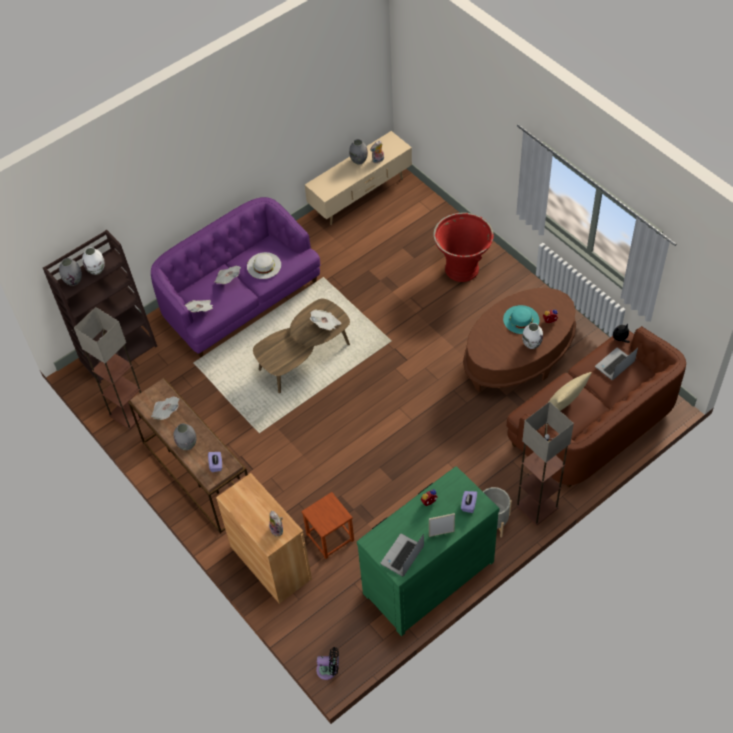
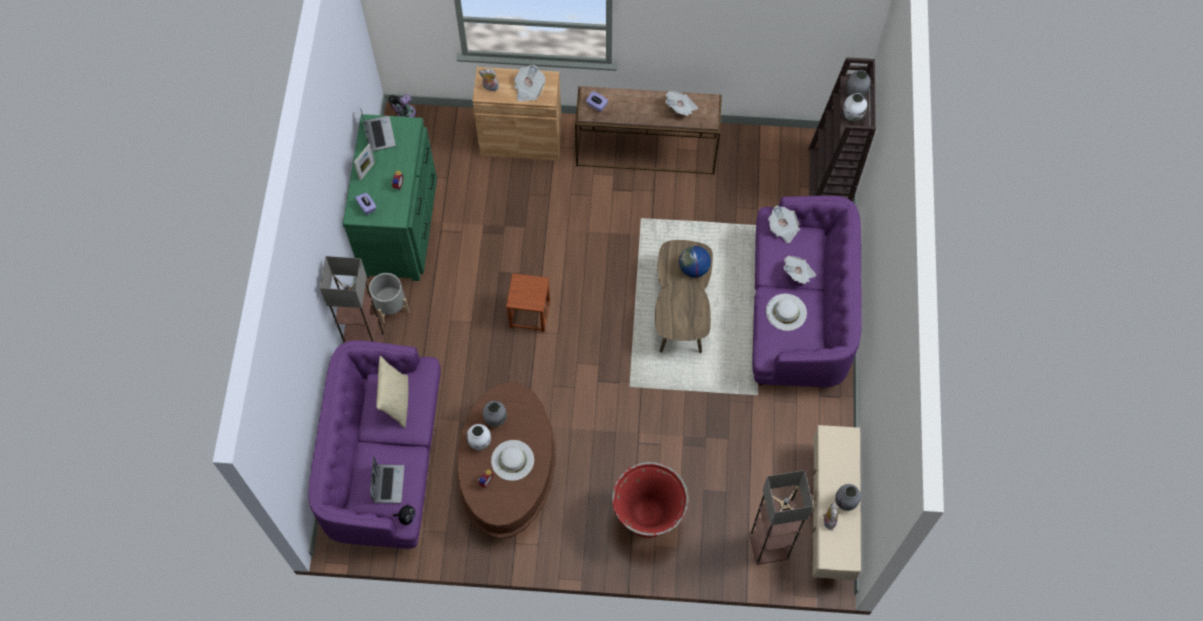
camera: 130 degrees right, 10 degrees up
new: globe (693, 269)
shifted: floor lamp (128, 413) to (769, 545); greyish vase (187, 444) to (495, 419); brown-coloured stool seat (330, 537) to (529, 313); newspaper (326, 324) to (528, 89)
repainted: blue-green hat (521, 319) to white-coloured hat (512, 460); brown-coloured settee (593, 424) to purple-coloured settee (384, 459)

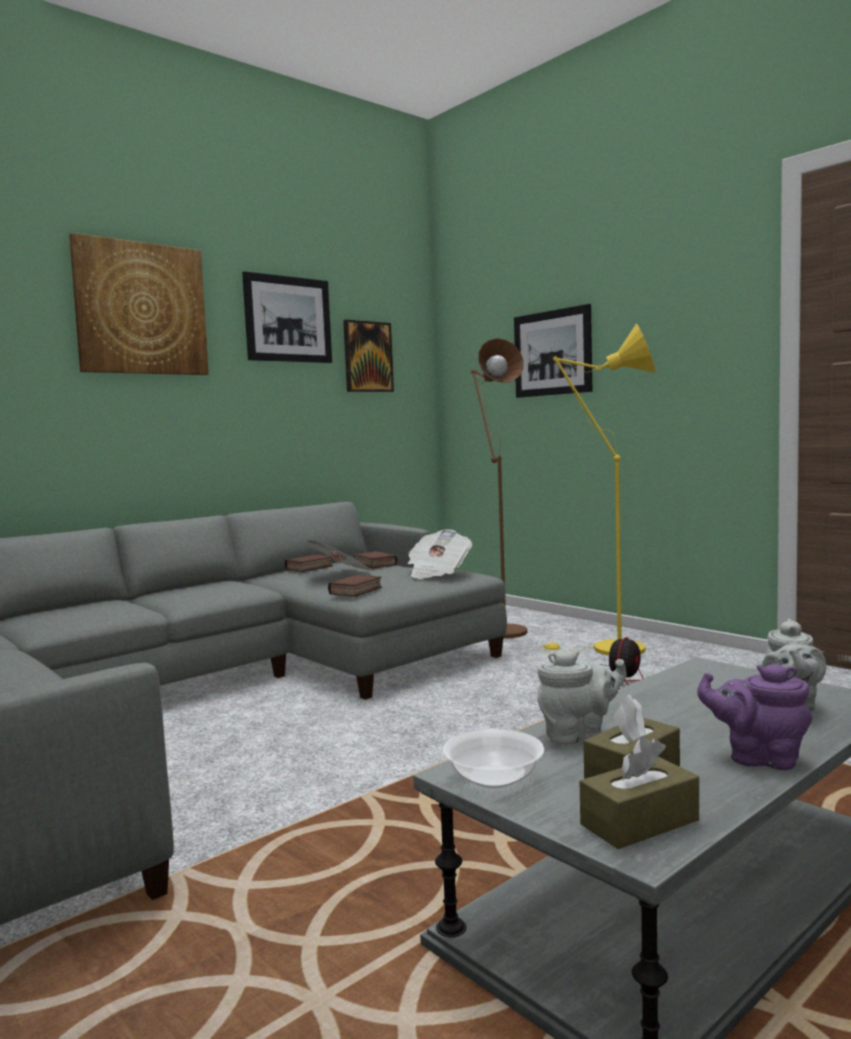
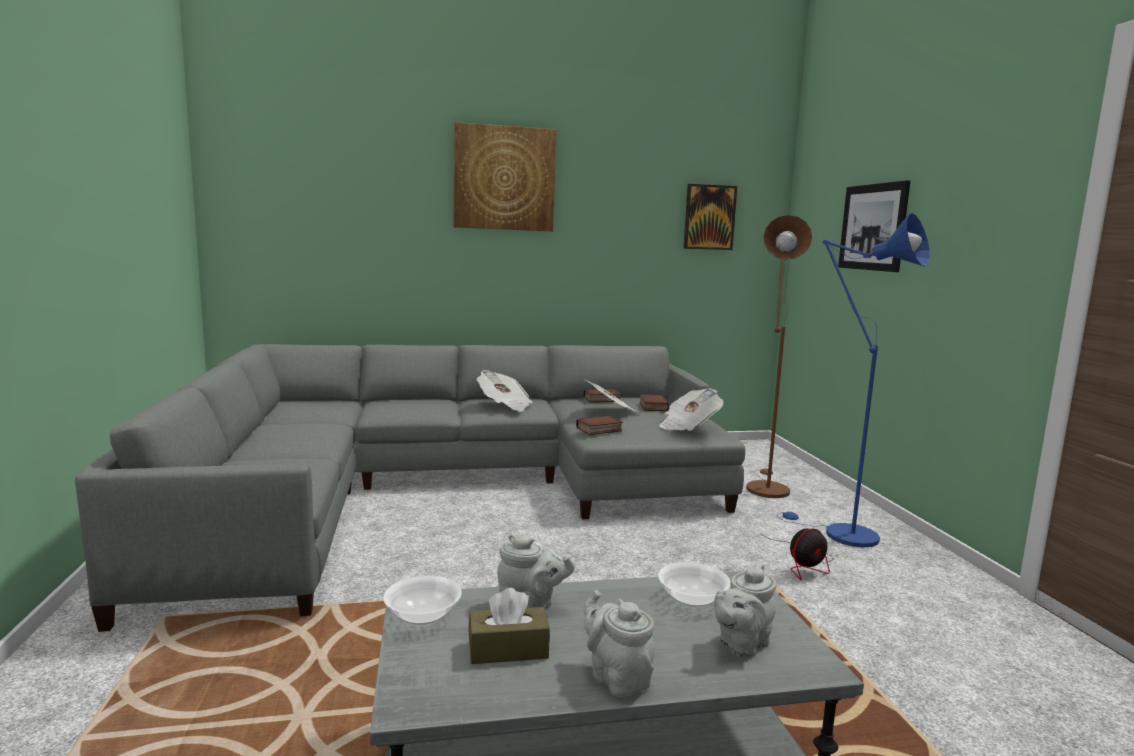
camera: 30 degrees right, 5 degrees up
gone: picture (288, 319); brown-coloured tissue holder (639, 822)
new: newspaper (504, 405); bowl (692, 598)
repainted: yellowish floor lamp (608, 649) to blue floor lamp (841, 534); purple-coloured tea pot (758, 758) to greyish tea pot (616, 677)

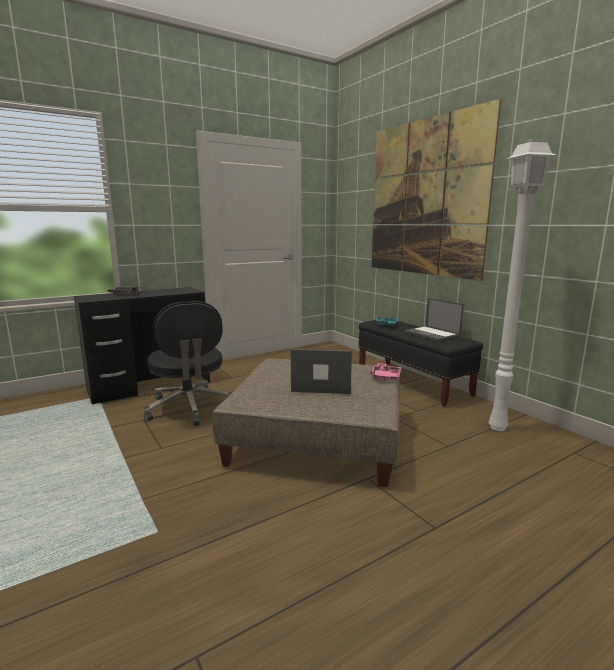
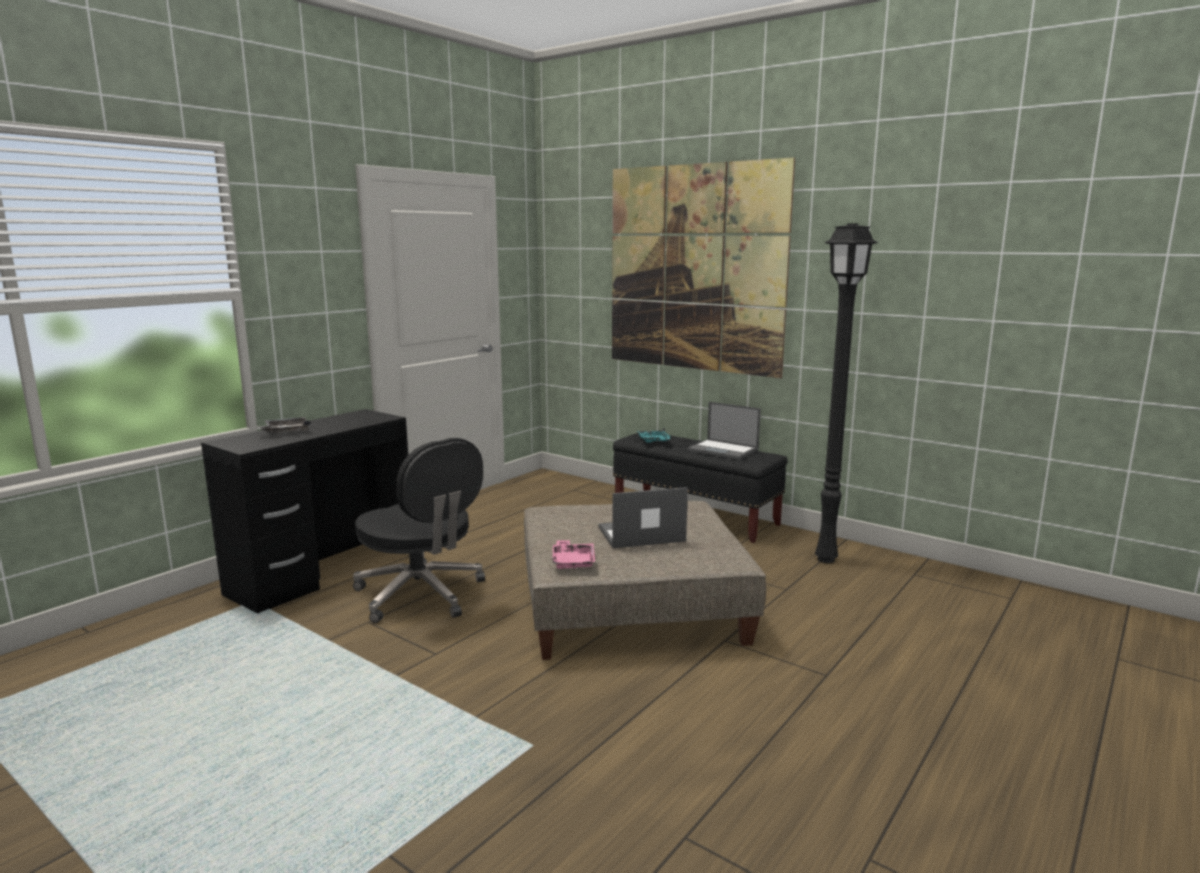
camera: 20 degrees left, 0 degrees up
shifted: pinkish carrying tray (385, 377) to (573, 562)
repainted: white-coloured floor lamp (499, 428) to blackish floor lamp (828, 559)

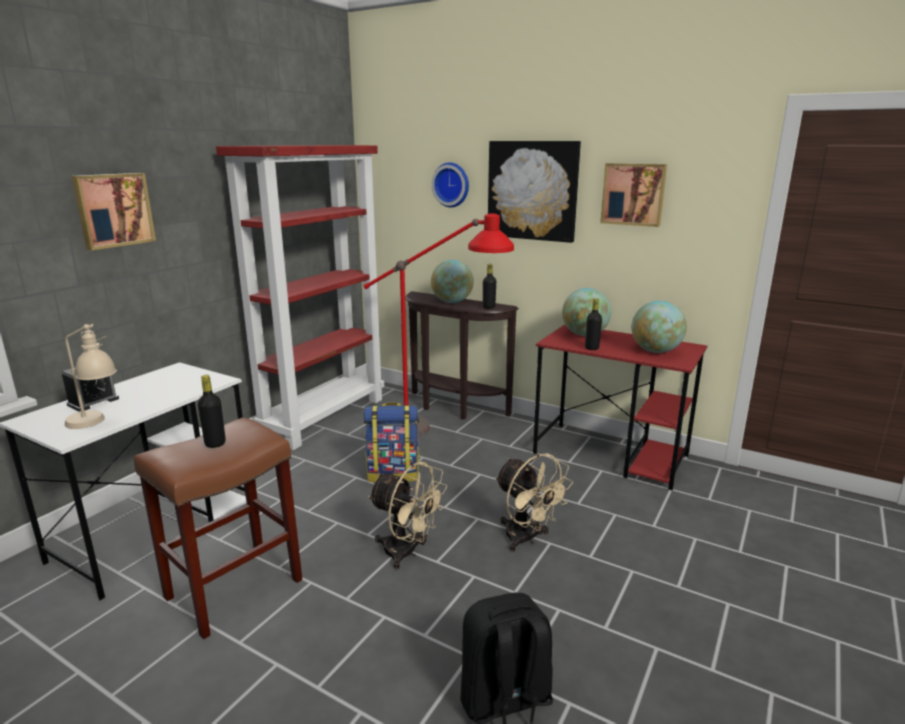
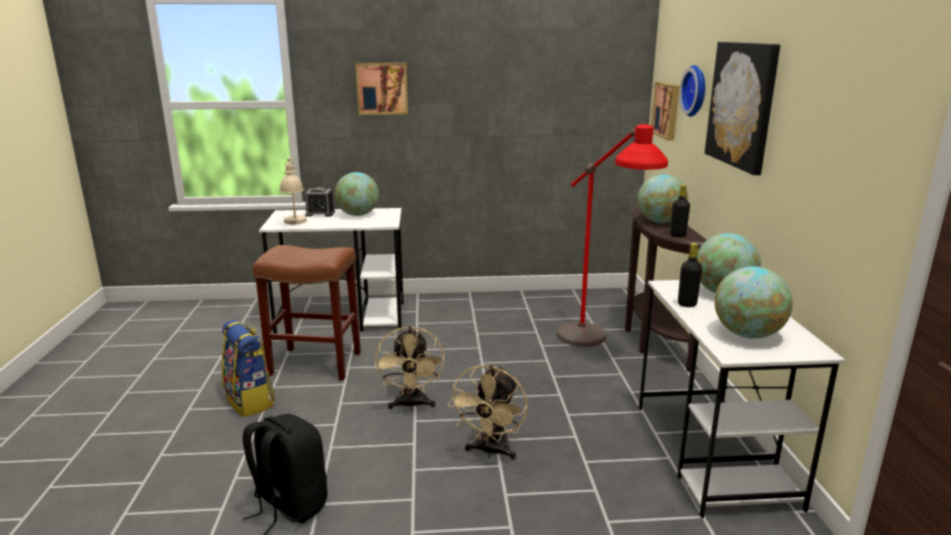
camera: 55 degrees right, 0 degrees up
gone: blackish drink bottle (215, 443); red bookcase (324, 417)
new: globe (358, 215)
shifted: rucksack (394, 474) to (251, 401); picture (633, 194) to (667, 110)
repainted: red desk (611, 455) to white-coloured desk (713, 454)

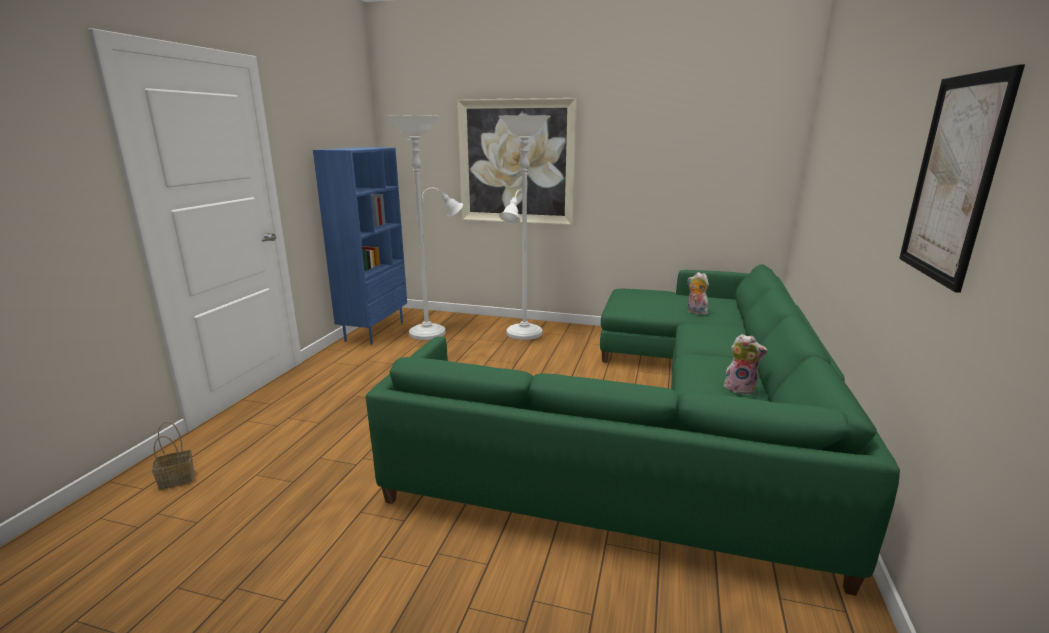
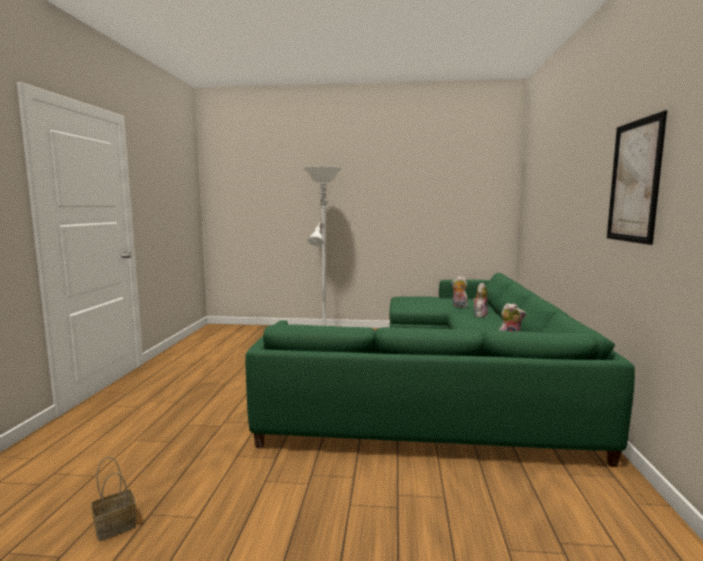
camera: 10 degrees left, 10 degrees down
gone: blue bookcase (374, 331); white-coloured floor lamp (432, 332); picture (516, 162)
new: cuddly toy (479, 315)
shifted: storage basket (175, 480) to (114, 527)

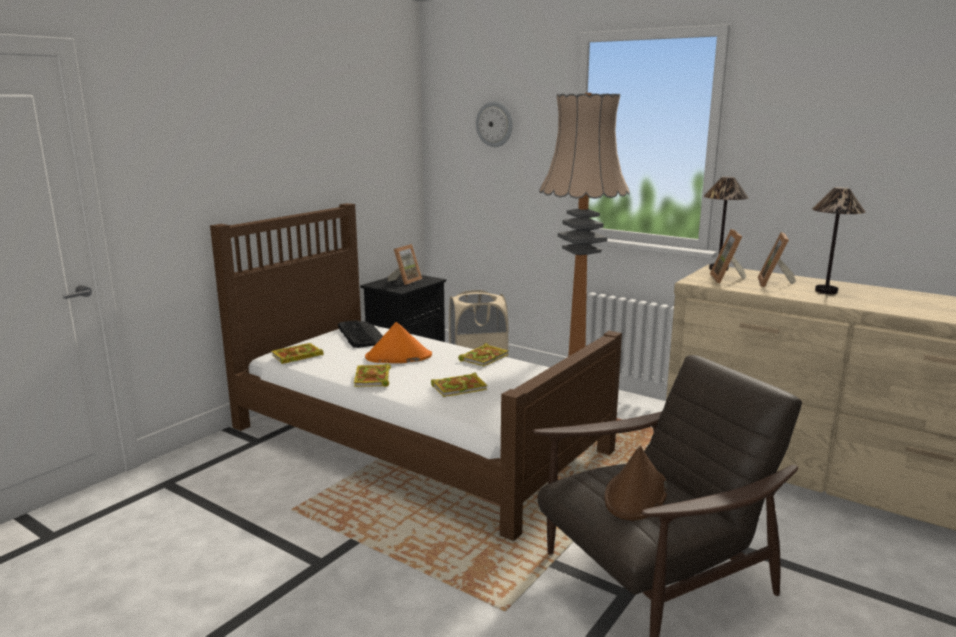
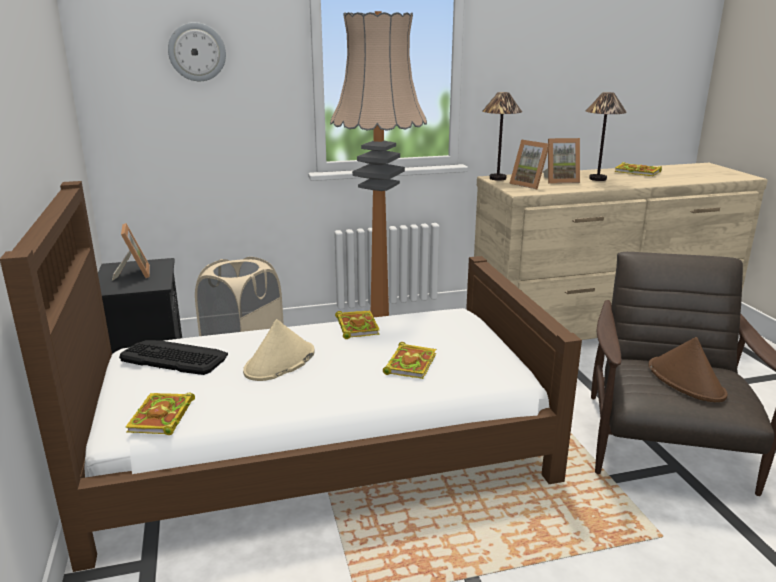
camera: 50 degrees left, 5 degrees up
shifted: book (373, 379) to (638, 172)
repainted: orange hat (398, 357) to sand-coloured hat (279, 362)
rotated: picture frame (775, 283) = (560, 181) 60 degrees counterclockwise

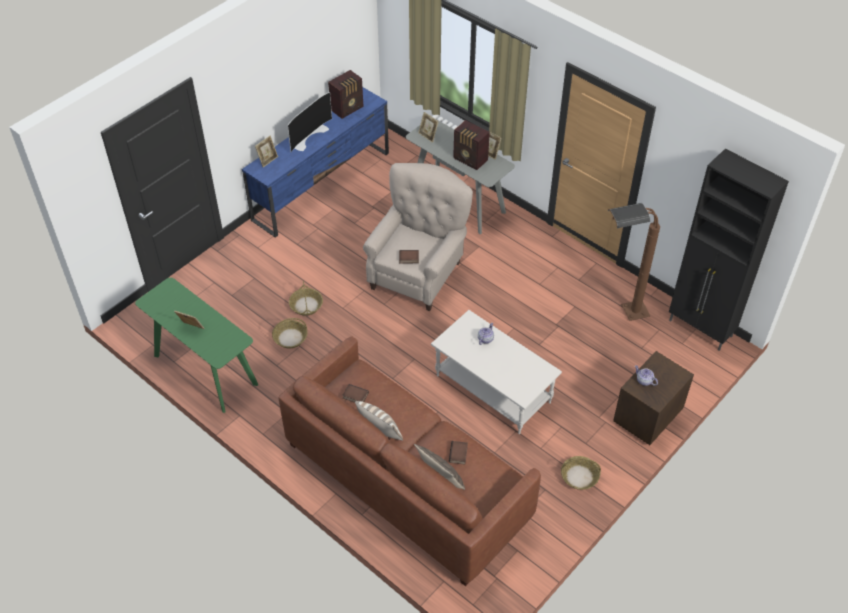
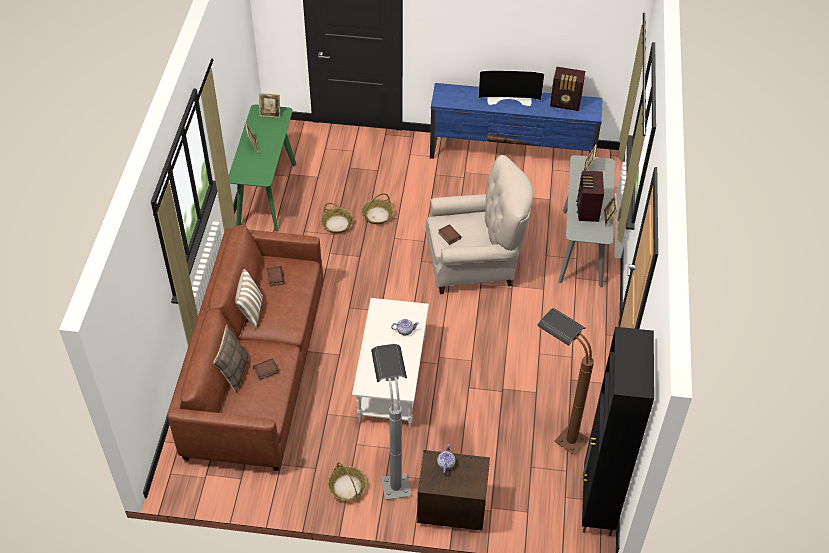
camera: 55 degrees right, 0 degrees up
new: greyish floor lamp (392, 472)
shifted: picture frame (268, 160) to (270, 114)

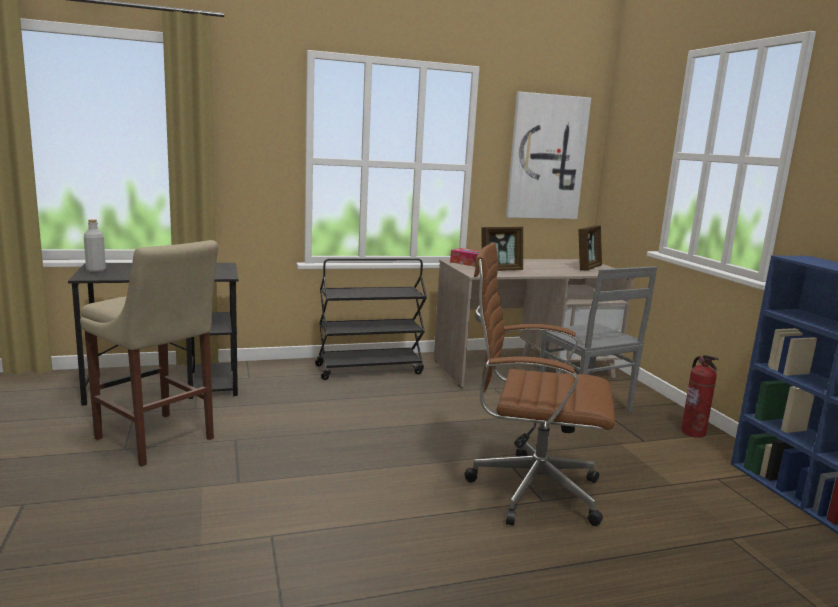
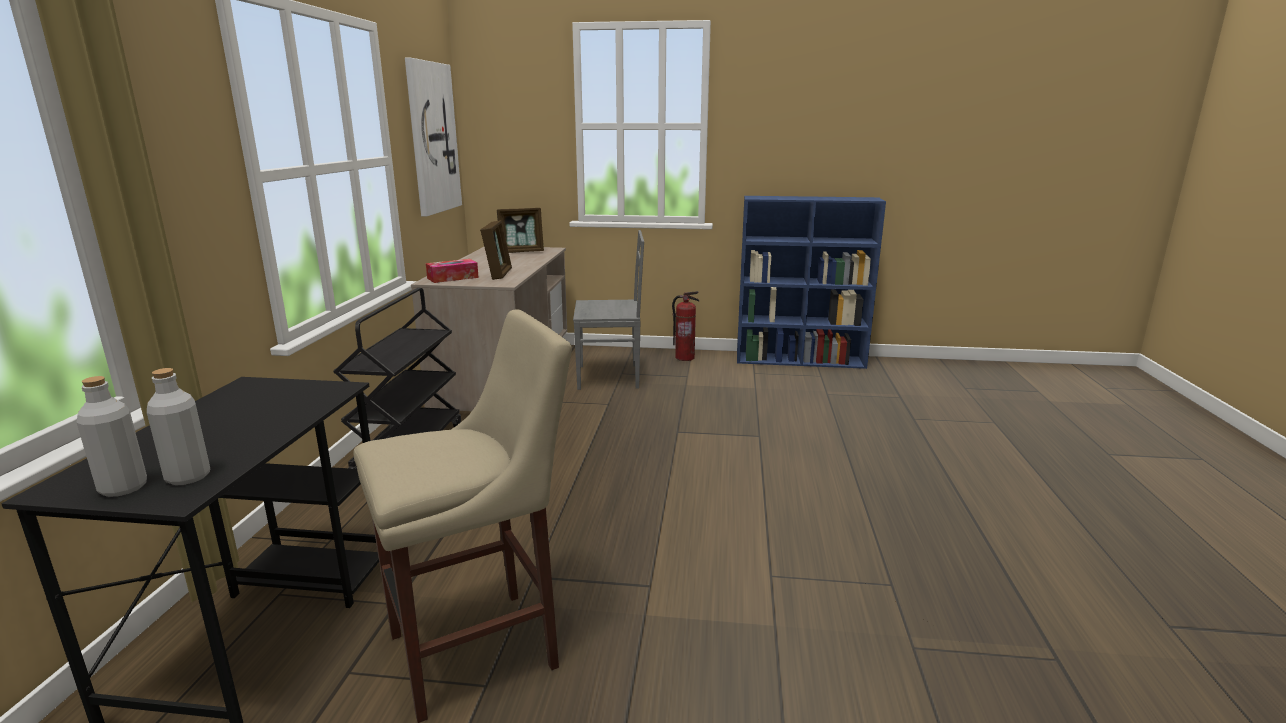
camera: 65 degrees left, 5 degrees up
gone: brown-coloured desk chair (528, 490)
new: greyish drink bottle (188, 477)
rotated: picture frame (588, 267) = (522, 252) 105 degrees clockwise

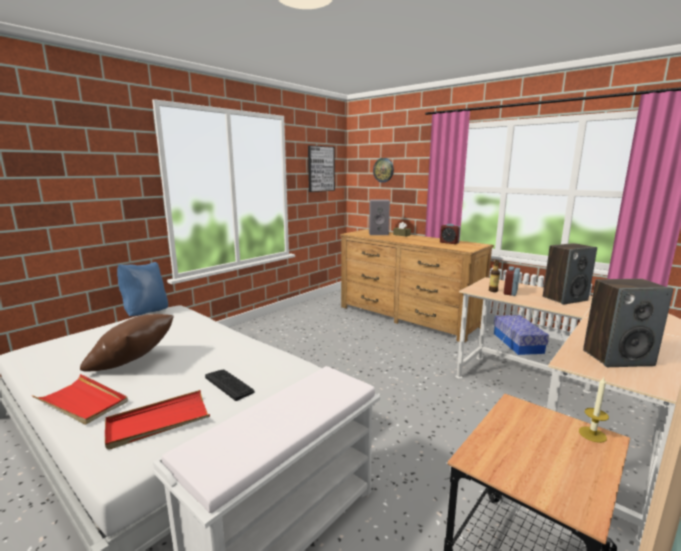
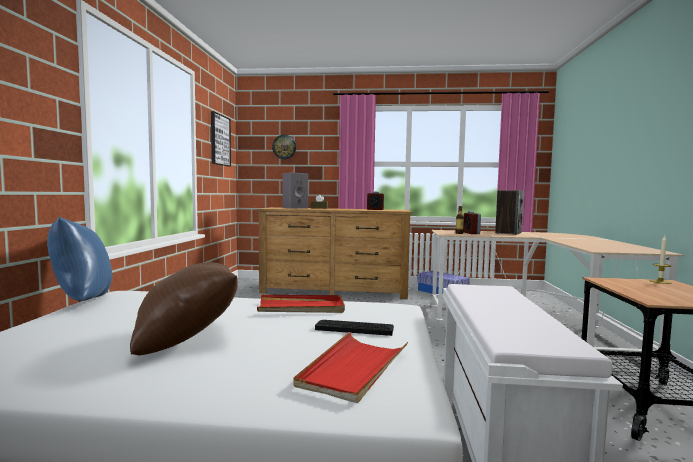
camera: 35 degrees left, 10 degrees down
gone: audio speaker (617, 358)
shifted: red carrying tray (82, 402) to (301, 307)

